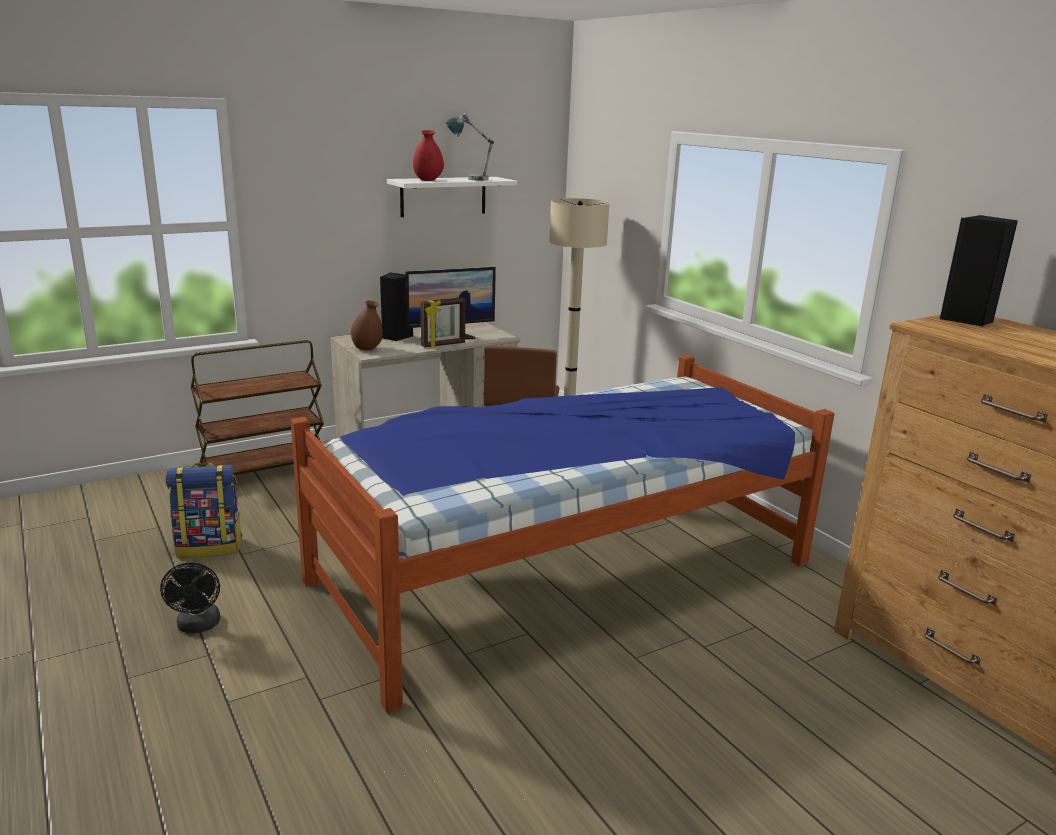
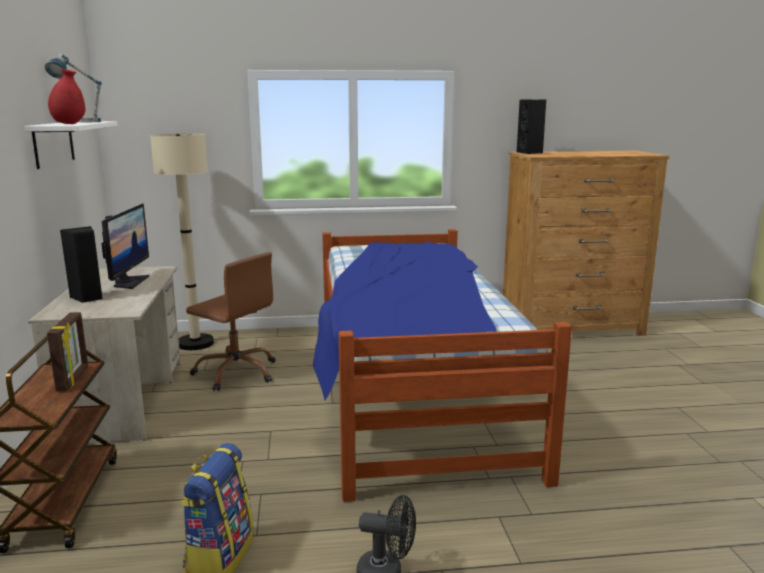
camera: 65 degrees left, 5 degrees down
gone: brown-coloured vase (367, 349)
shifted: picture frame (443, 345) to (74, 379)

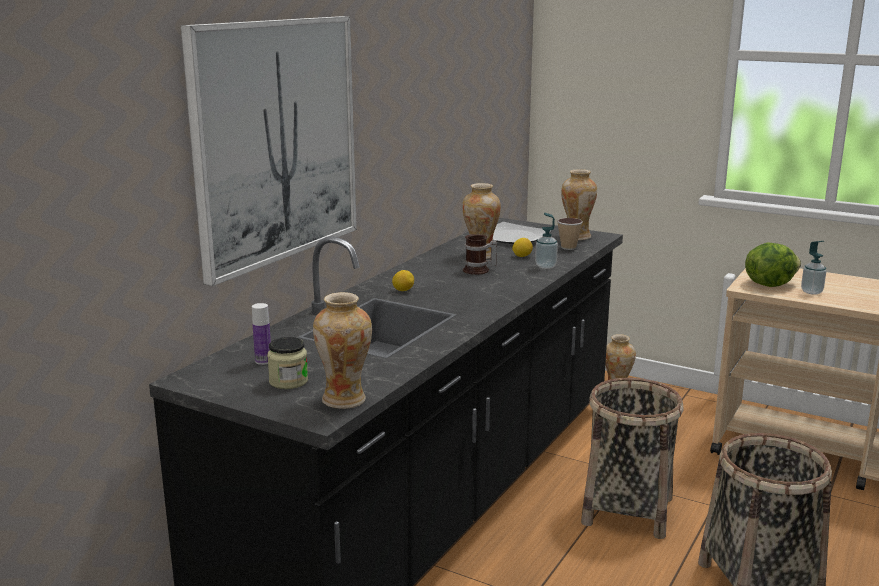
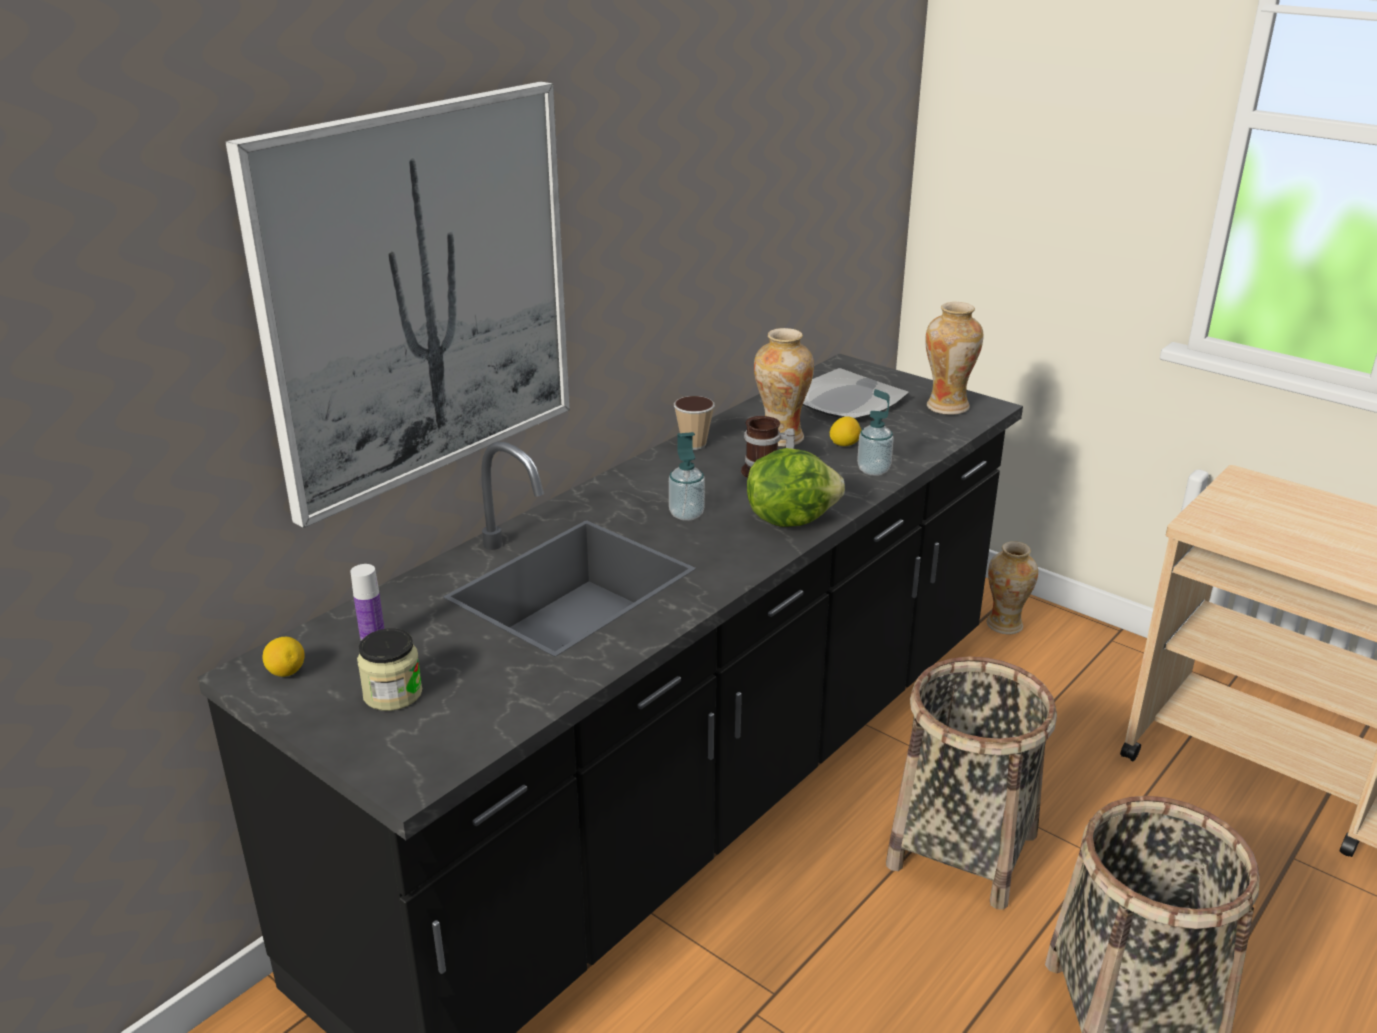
camera: 10 degrees right, 10 degrees up
gone: vase (344, 400)
shifted: citrus fruit (403, 290) to (286, 672); cup (568, 247) to (694, 444); head of lettuce (769, 284) to (790, 519); soap dispenser (811, 292) to (686, 514)

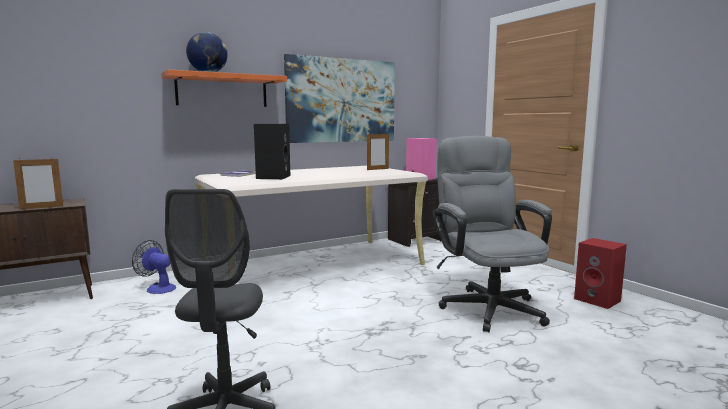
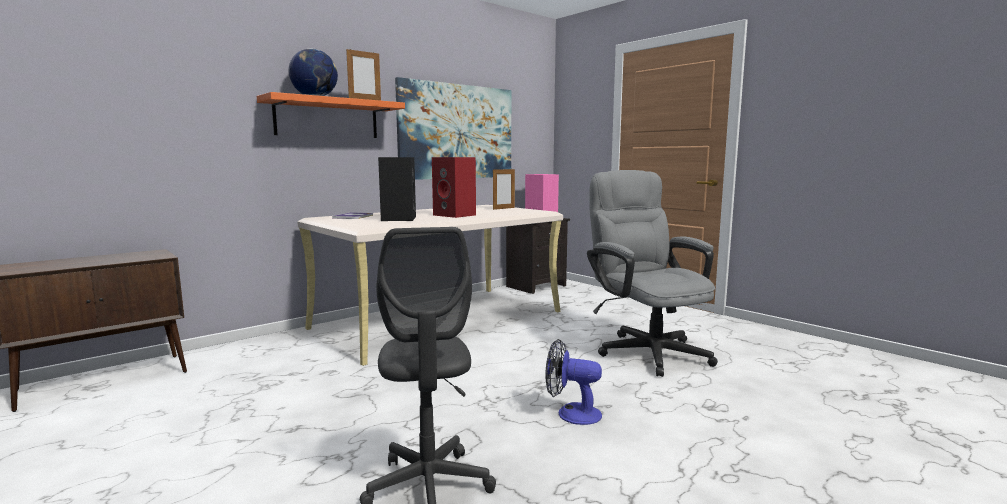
camera: 10 degrees left, 0 degrees up
shifted: picture frame (41, 207) to (365, 99); fan (157, 288) to (571, 413); red audio speaker (598, 300) to (455, 215)

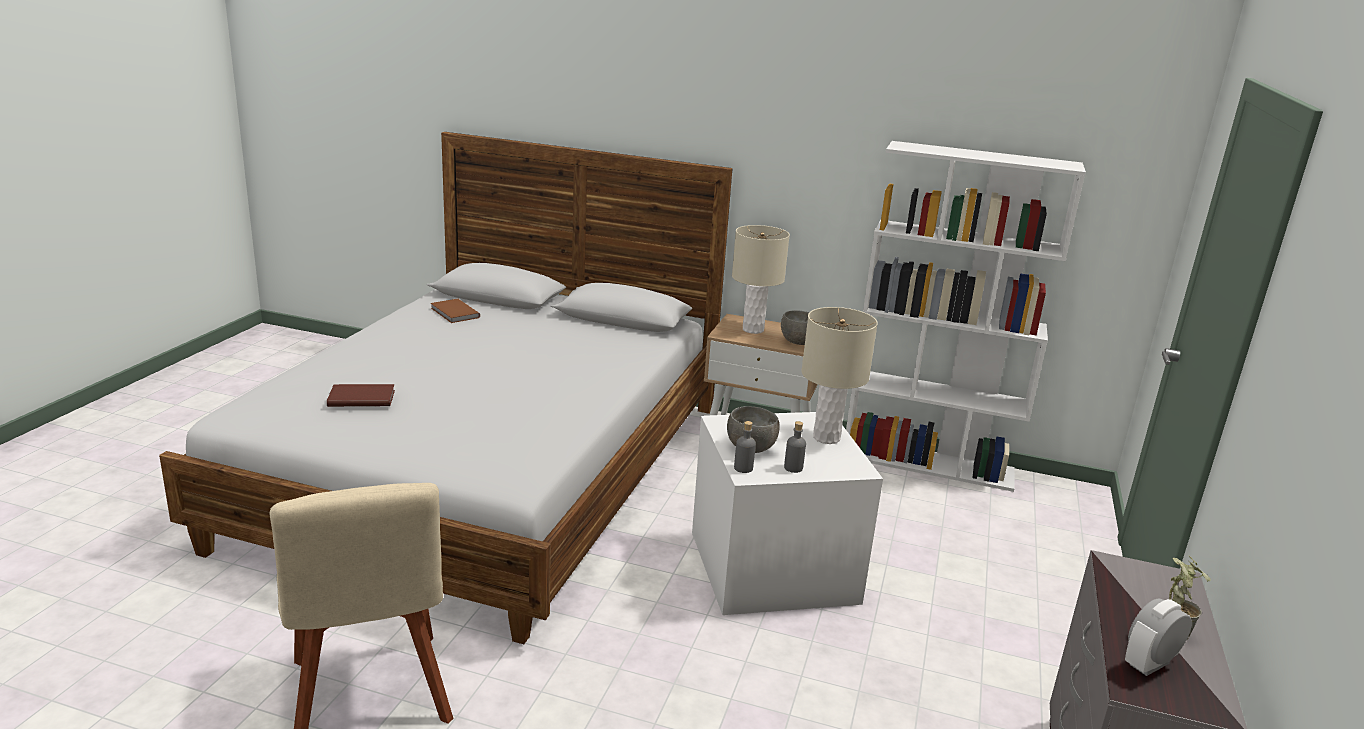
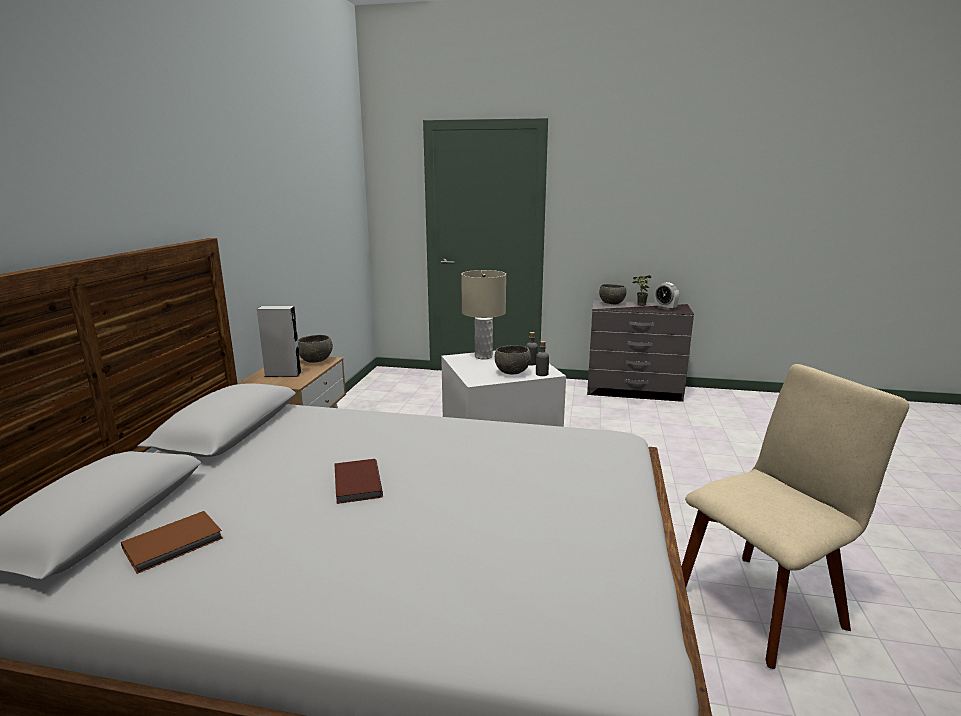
camera: 95 degrees left, 5 degrees down
gone: white-coloured bookcase (928, 463)
new: greyish bowl (612, 304)
shifted: brown-coloured book (361, 398) to (356, 484)
swapped: sand-coloured tabletop lamp (753, 329) to greyish audio speaker (283, 374)

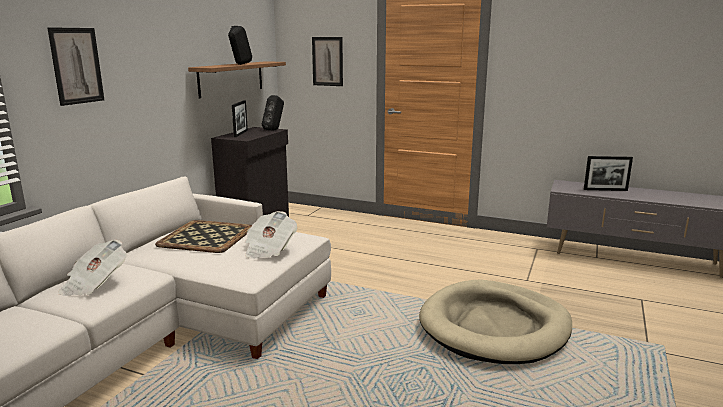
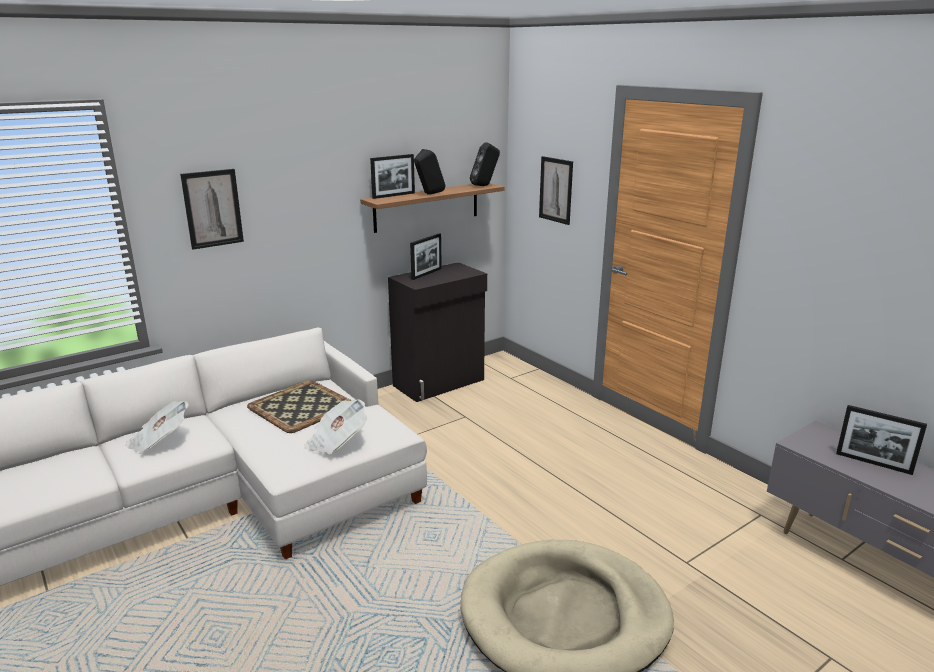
camera: 30 degrees right, 5 degrees up
new: picture frame (393, 195)
shifted: blackish audio speaker (275, 130) to (485, 185)

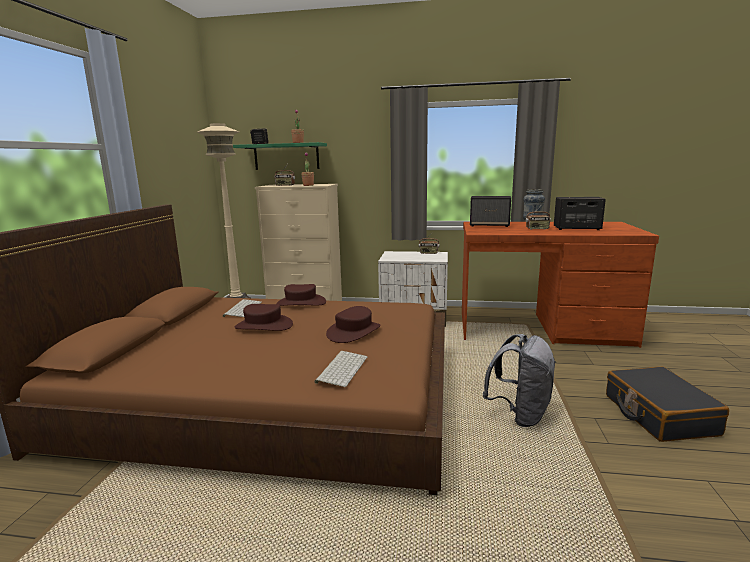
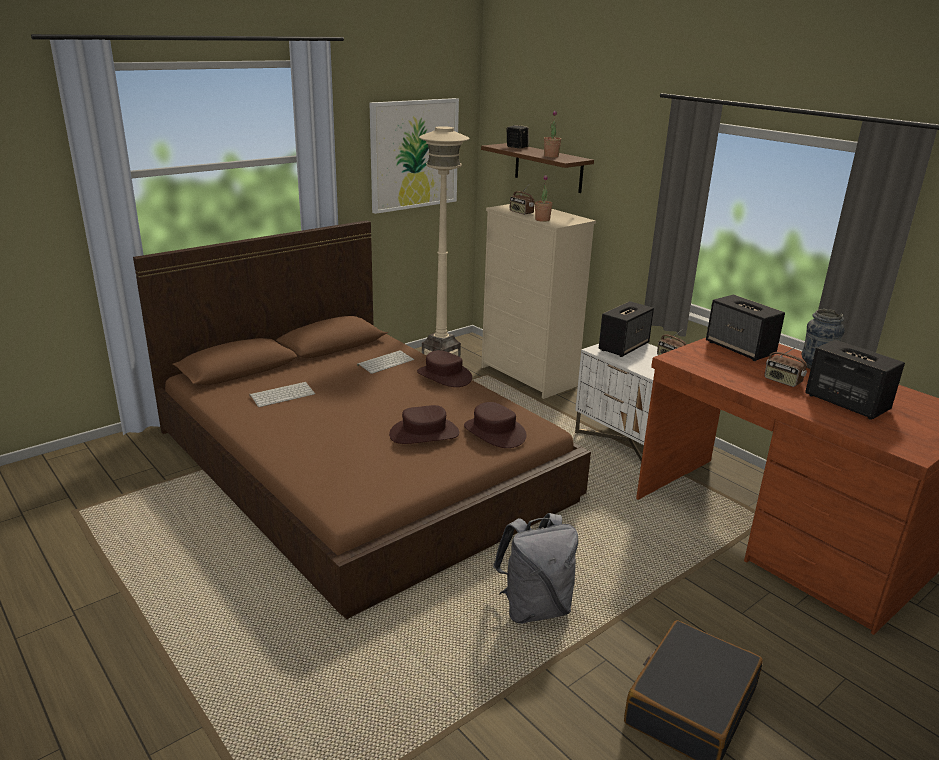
camera: 40 degrees right, 10 degrees up
new: picture (414, 154); audio speaker (624, 347)
shifted: brown-coloured hat (263, 326) to (494, 432); computer keyboard (341, 368) to (283, 394)
repainted: green bracket shelf (286, 156) to brown-coloured bracket shelf (548, 168)

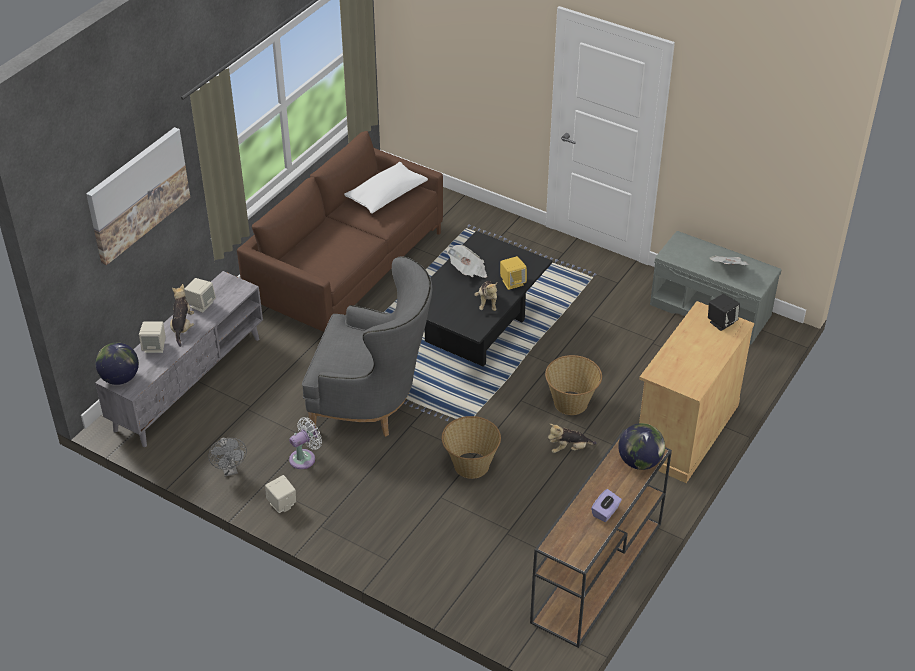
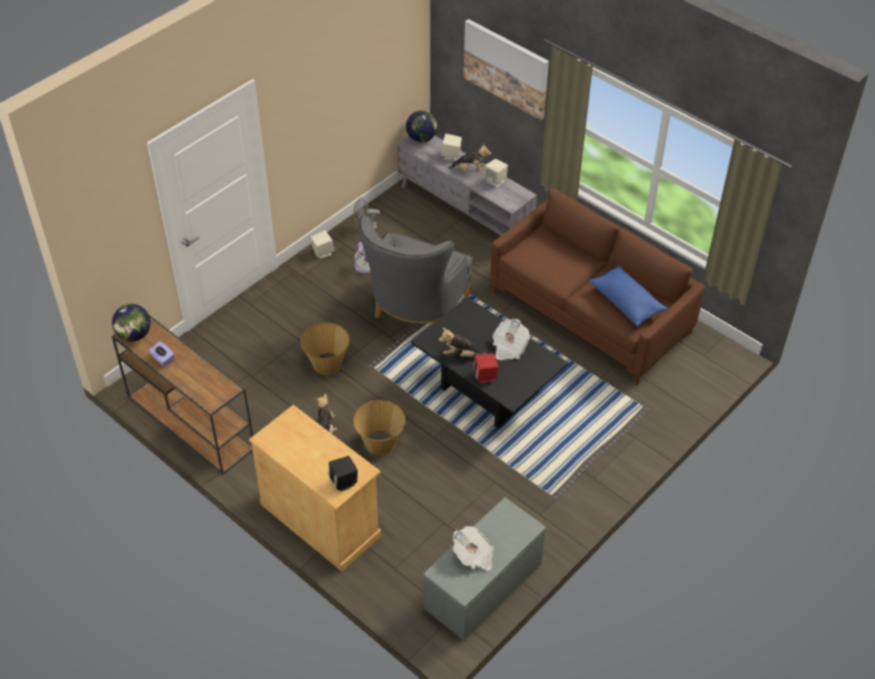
camera: 100 degrees right, 5 degrees up
shifted: globe (639, 462) to (134, 335)
repainted: white-coloured throw pillow (386, 196) to blue throw pillow (626, 302); yellowish audio speaker (512, 282) to red audio speaker (485, 376)

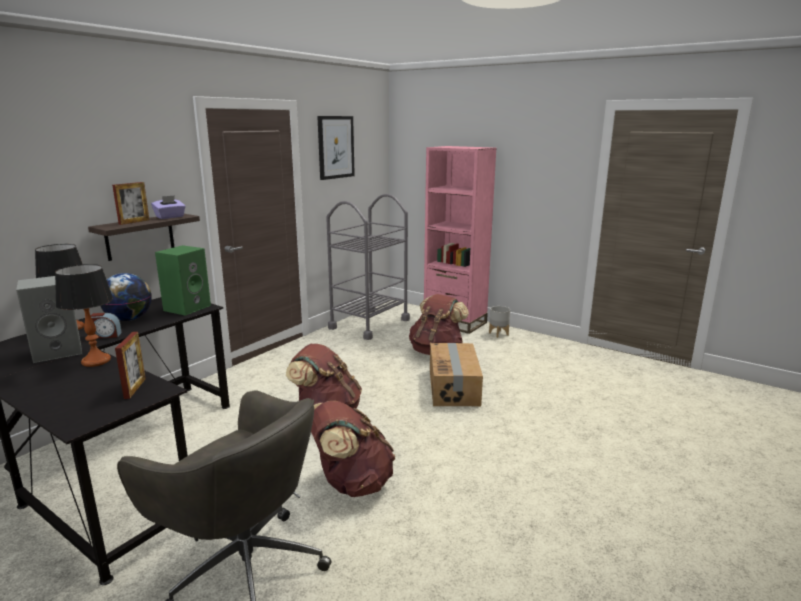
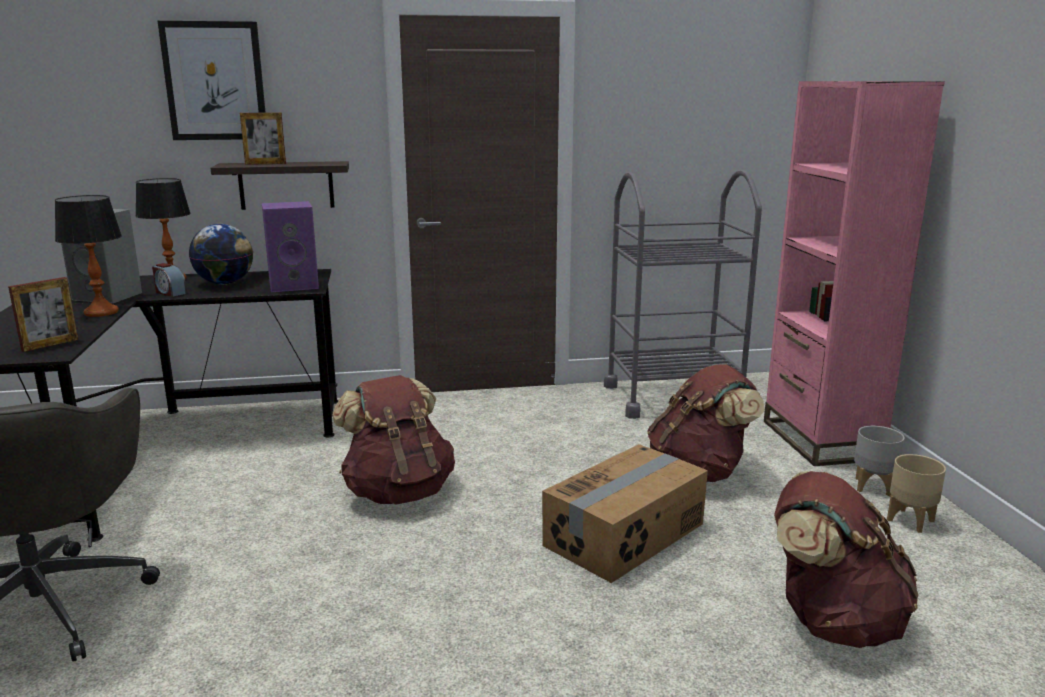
camera: 45 degrees right, 0 degrees up
gone: purple-coloured tissue holder (170, 217)
new: sand-coloured plant pot (910, 520)
shifted: brown-coloured rucksack (351, 483) to (832, 621); picture (335, 147) to (215, 81)
repainted: green audio speaker (187, 307) to purple-coloured audio speaker (295, 285)

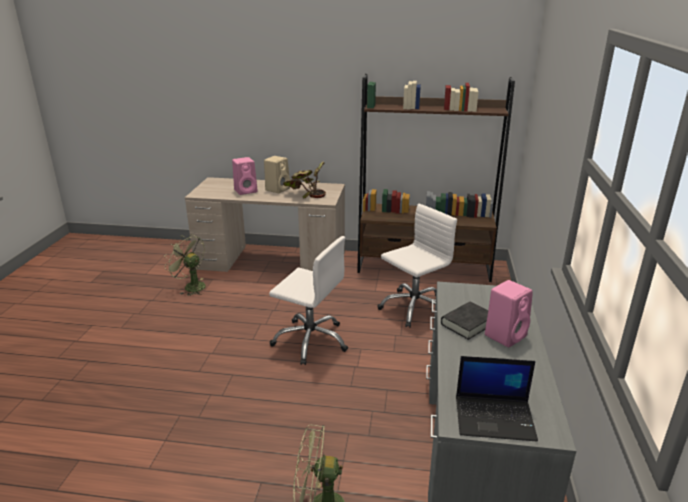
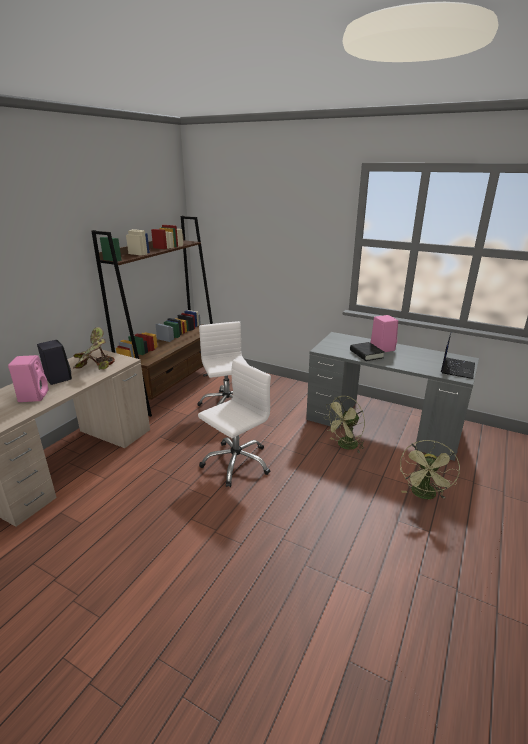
camera: 70 degrees left, 0 degrees up
shifted: green fan (191, 286) to (345, 446)
repainted: sand-coloured audio speaker (278, 189) to blackish audio speaker (57, 378)

